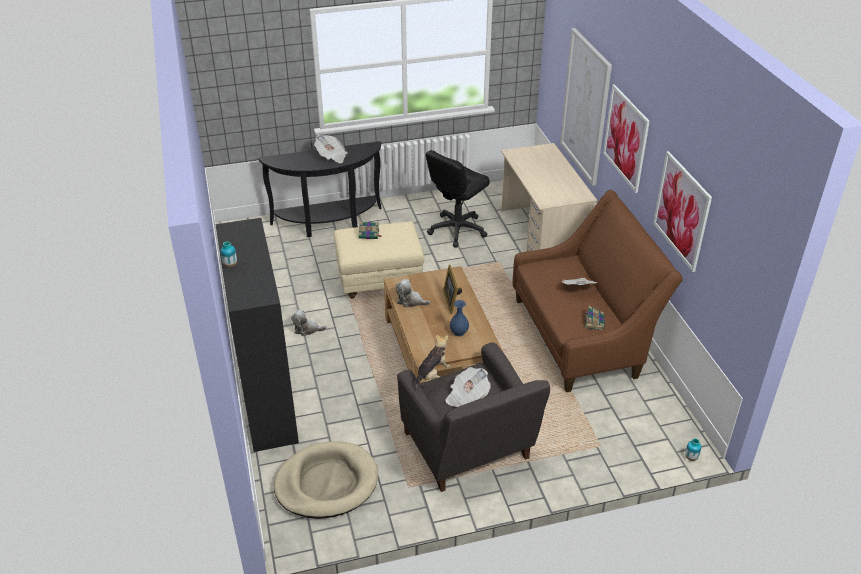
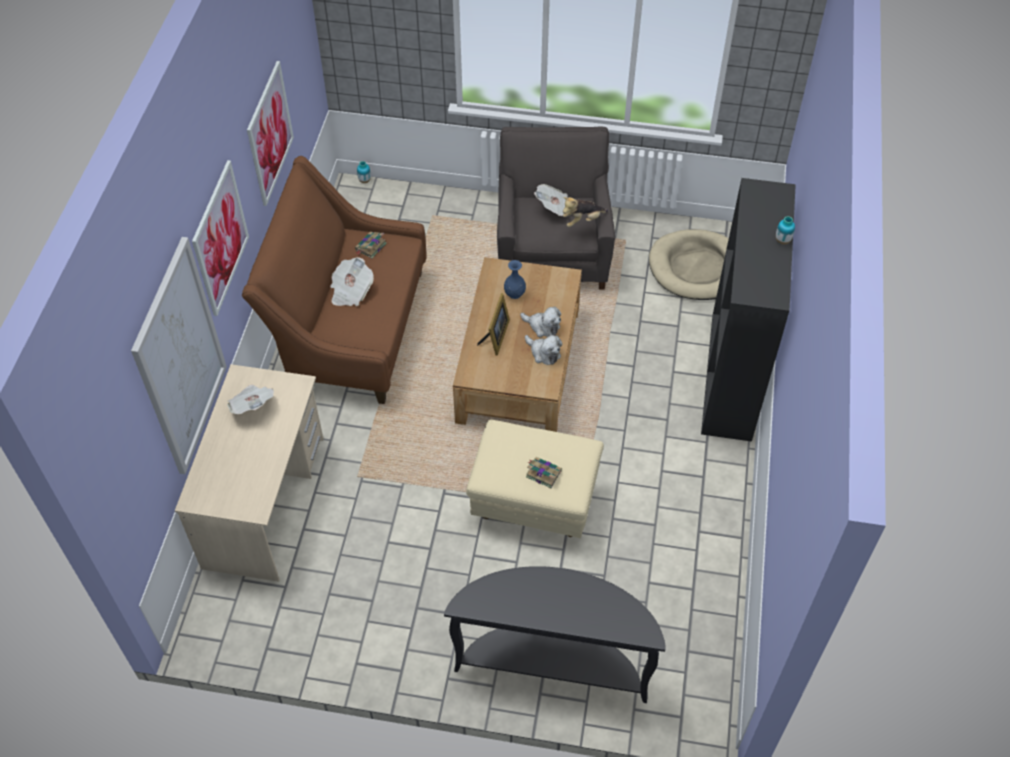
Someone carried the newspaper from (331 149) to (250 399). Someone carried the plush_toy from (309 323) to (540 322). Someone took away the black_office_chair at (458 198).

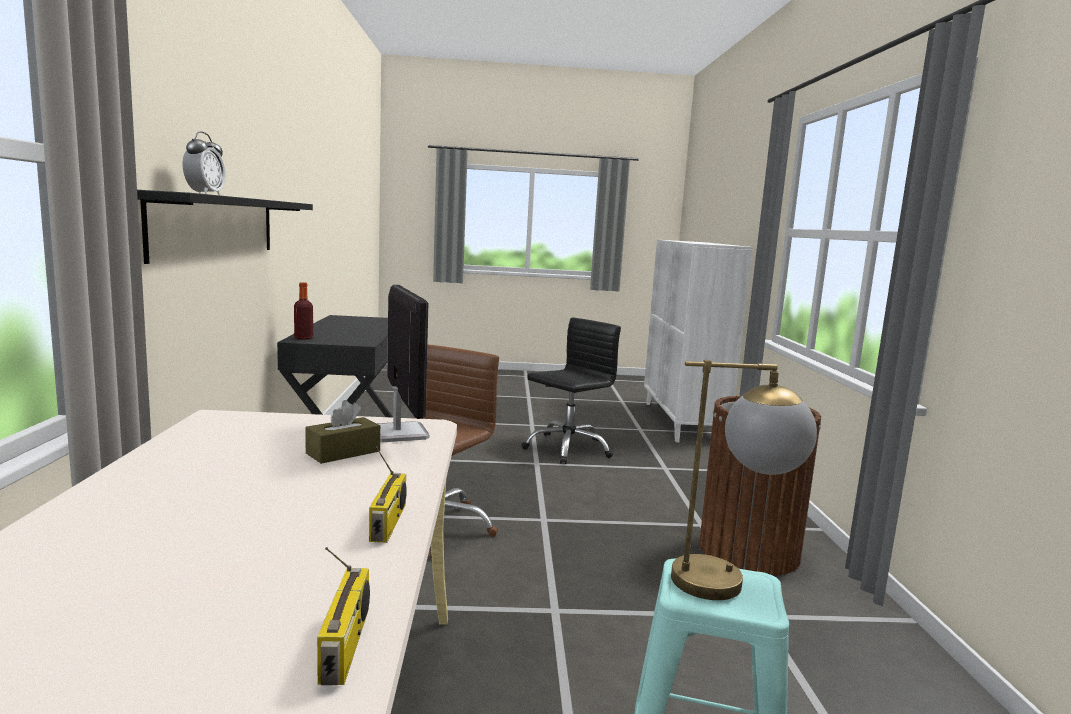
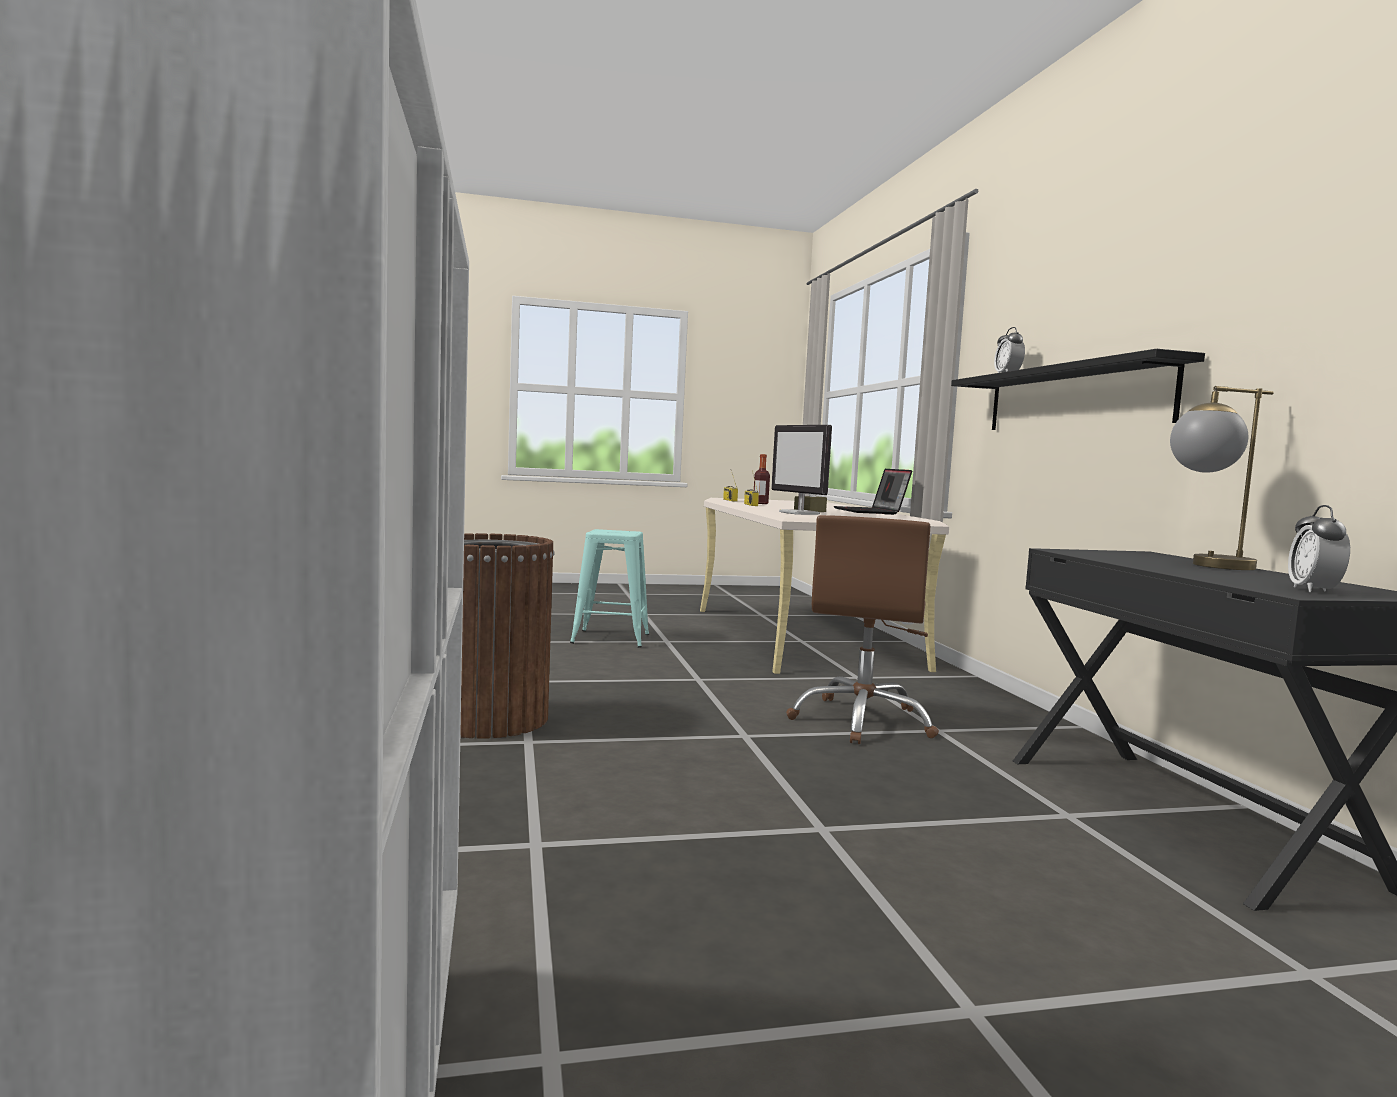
Someone carried the bottle from (303 311) to (762 479). Someone put down the laptop at (873 492). Someone carried the table_lamp from (744 480) to (1222 478). Someone put down the alarm_clock at (1319 548). Someone took away the black_office_chair at (571 390).

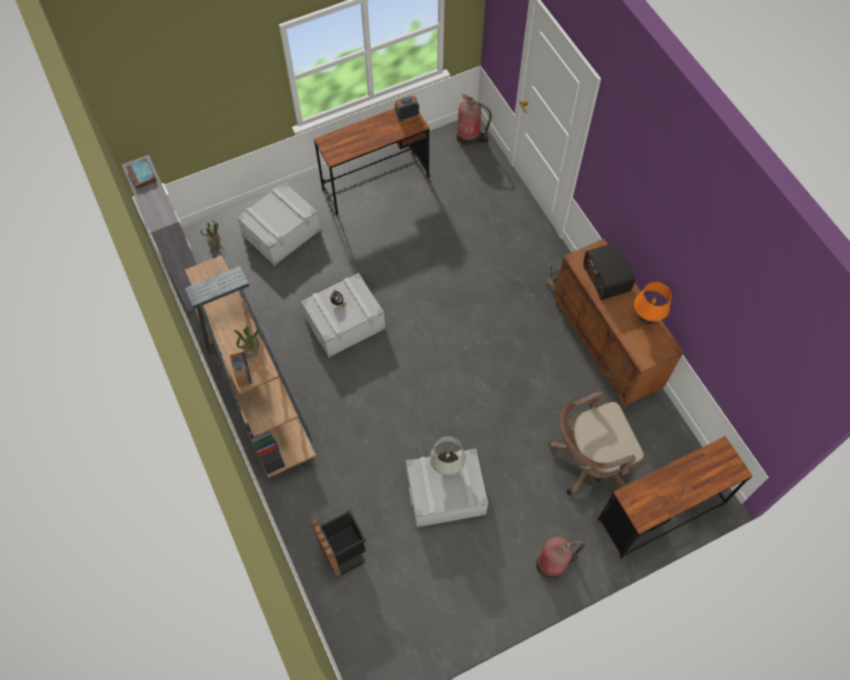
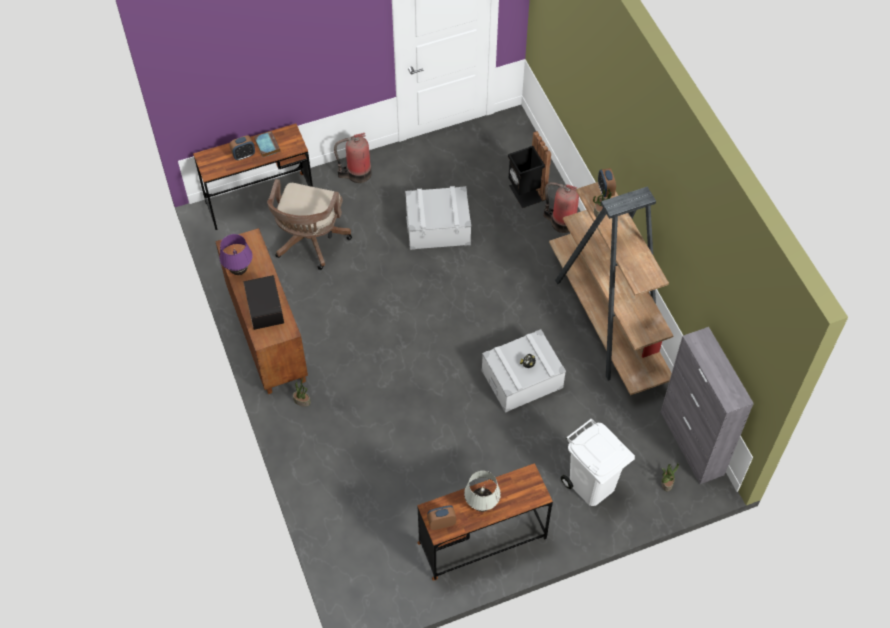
Someone repainted the orange_table_lamp at (653 303), which became the purple_table_lamp at (236 254). Someone put down the alarm_clock at (242 147). Someone carried the book from (141 174) to (267 144). Someone rotated the brown_office_chair at (596 443) by 120 degrees clockwise. Someone carried the white_table_lamp from (448 455) to (482 491). Someone carried the fire_extinguisher from (474 120) to (561 207). Someone swapped the grey_storage_box at (279 224) for the white_trash_can at (598 462).

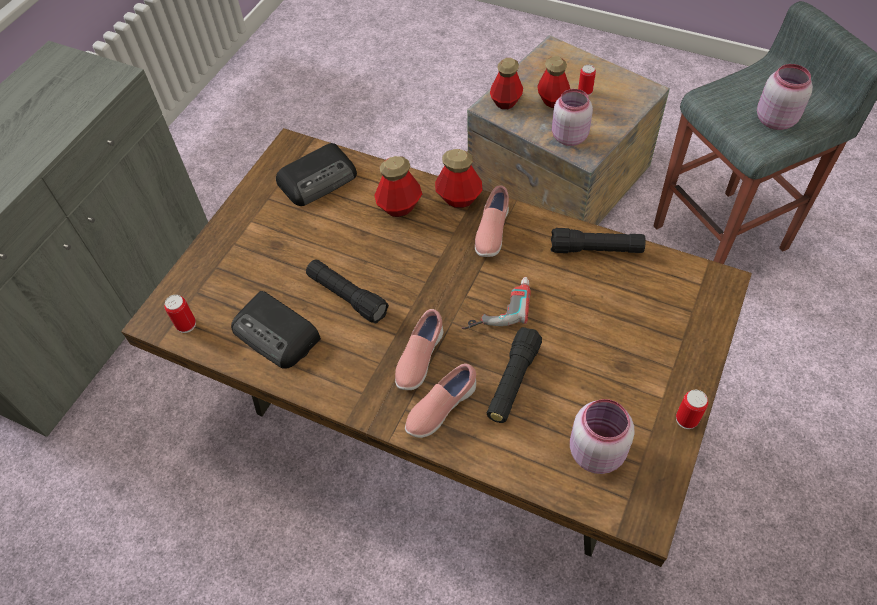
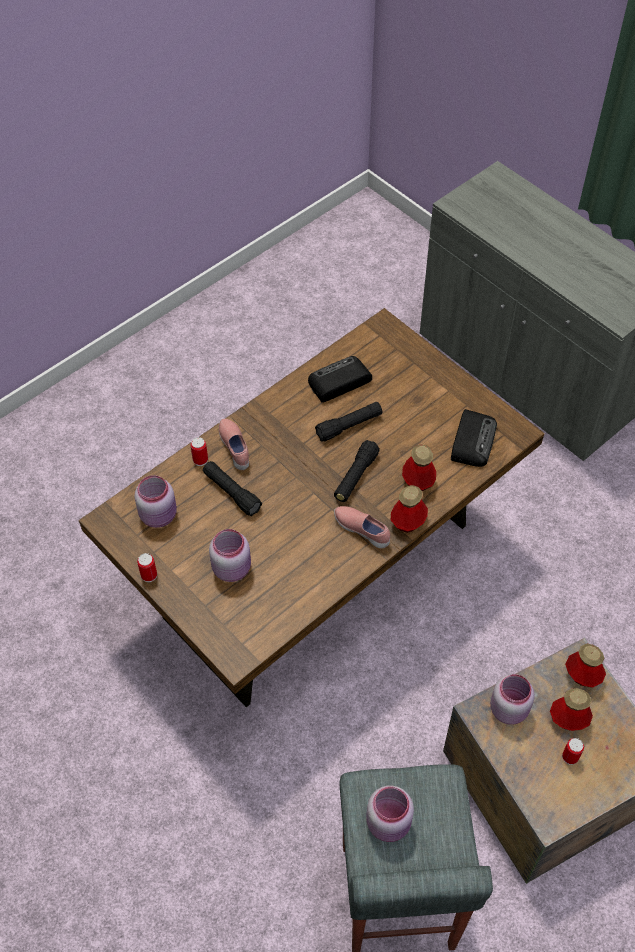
Someone carried the can from (180 314) to (199 451). Someone put down the pink_jar at (230 555). Someone carried the black_flashlight from (598 240) to (357 471). Someone rotated the radio at (316 174) by 150 degrees counterclockwise. Someone took away the pink_shoe at (419 349). Someone took away the power_drill at (496 303).

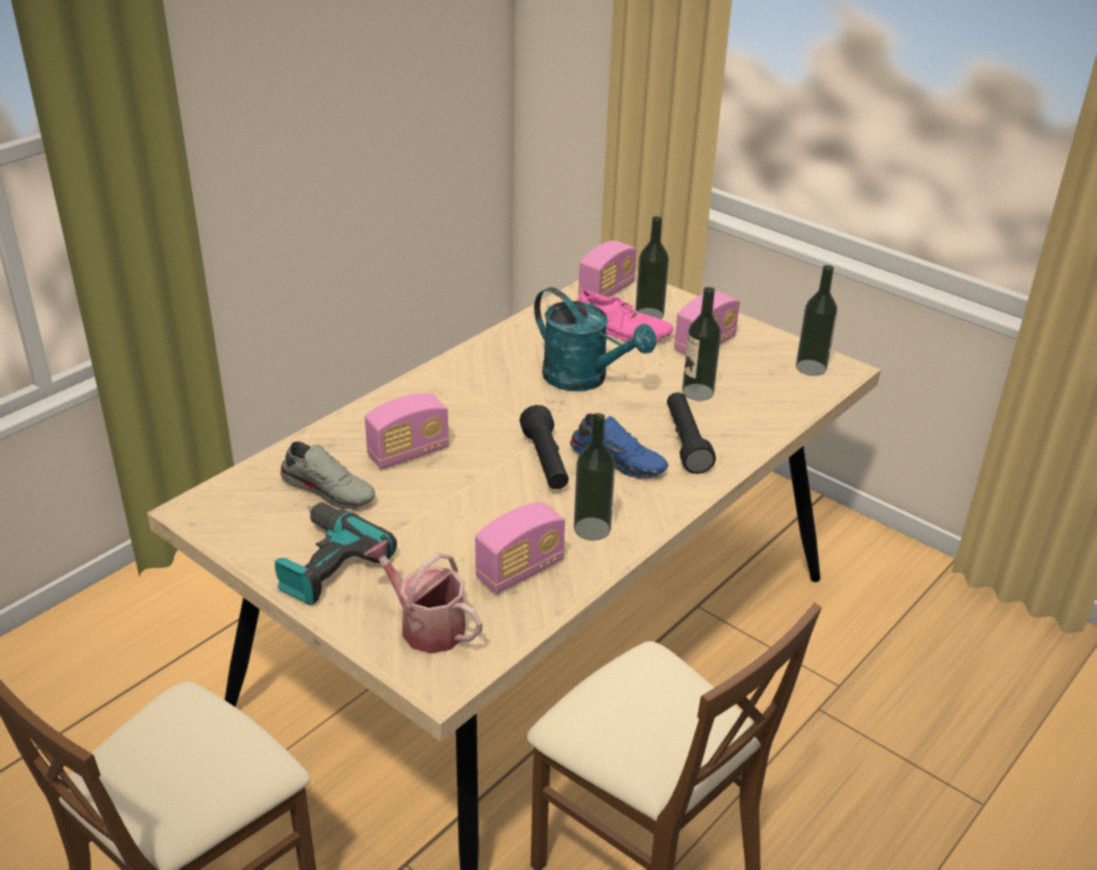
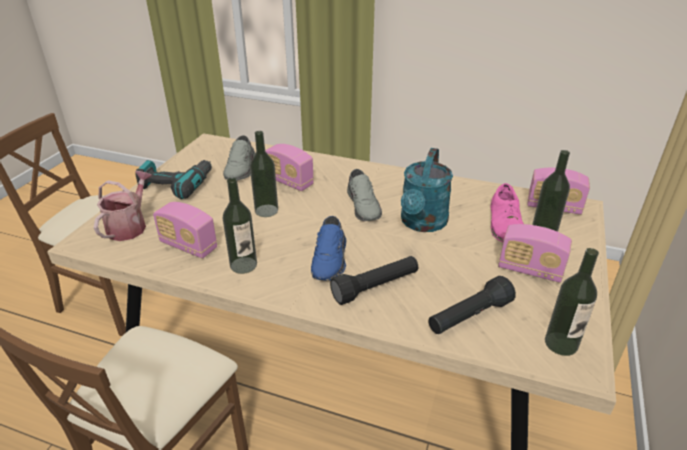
Someone carried the bottle from (701 344) to (264 174). Someone put down the grey_shoe at (364 195). Someone carried the black_flashlight from (544 447) to (472 305).

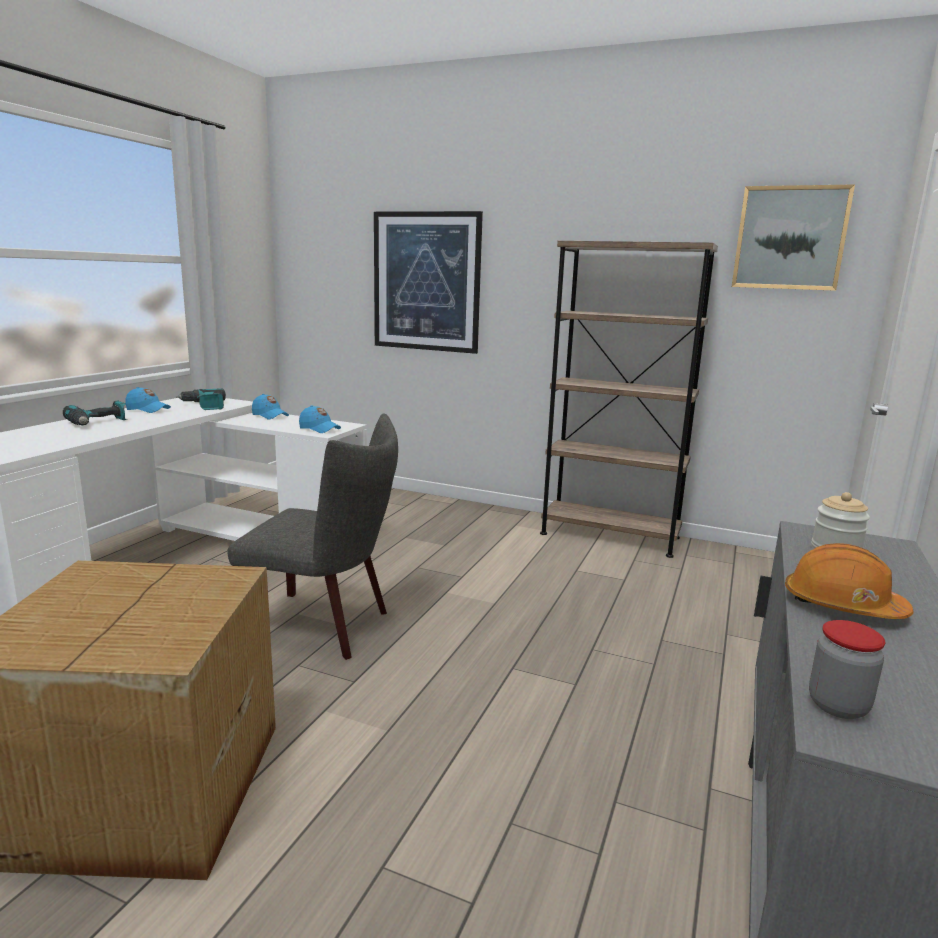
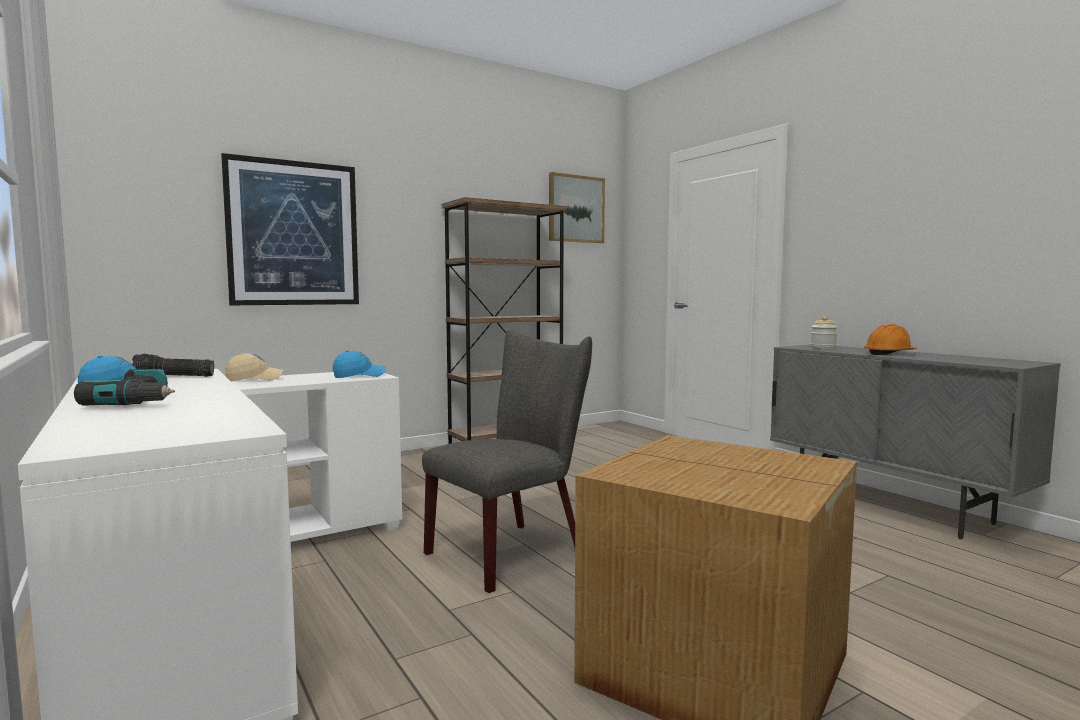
Someone swapped the power_drill at (201 399) for the flashlight at (173 365). Someone repainted the blue_cap at (270 407), which became the beige_cap at (255 367). Someone took away the jar at (847 669).

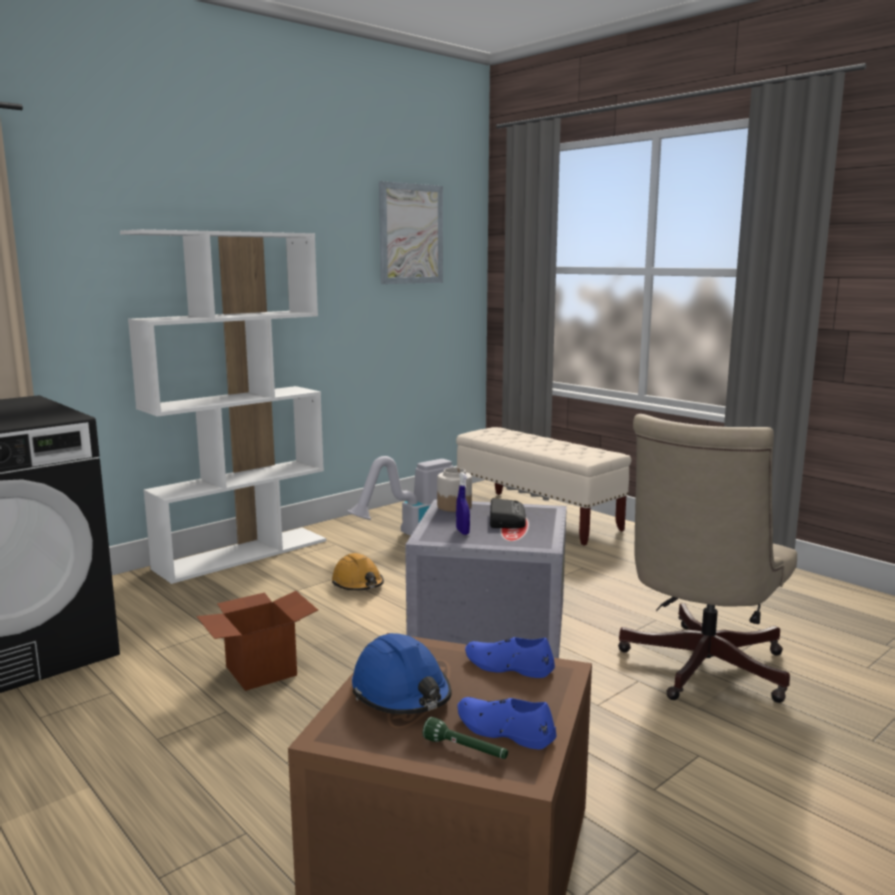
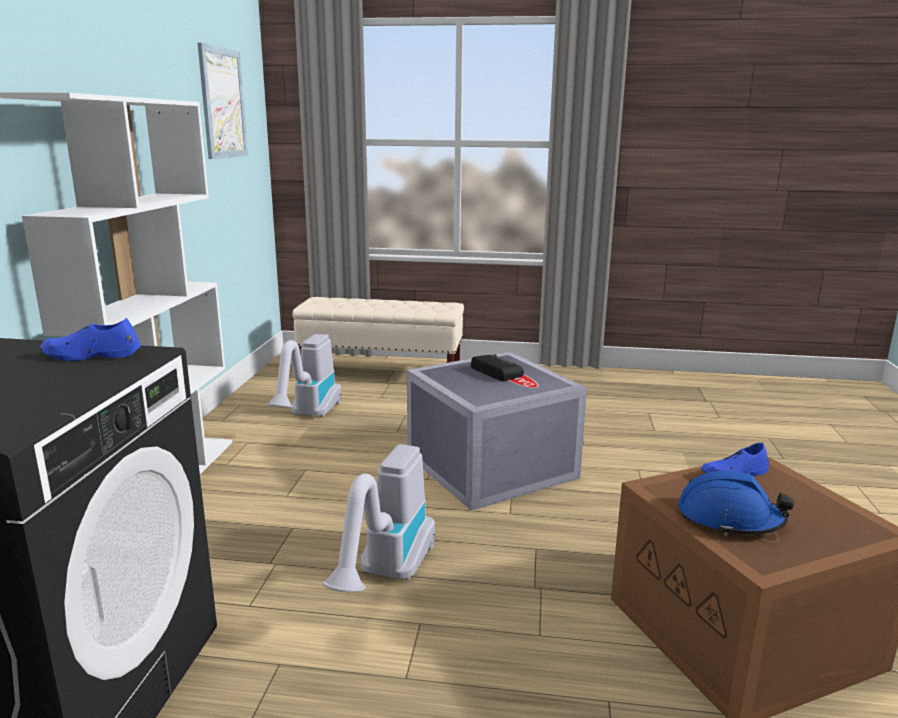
Someone carried the blue_shoe from (507 723) to (90 339). Someone swapped the cardboard_box at (257 641) for the vacuum_cleaner at (378 518). Someone took away the orange_hard_hat at (358 572). Someone took away the green_flashlight at (465 738). Someone took away the jar at (454 490). Someone took away the blue_spray_bottle at (463 503). Someone took away the beige_office_chair at (707 558).

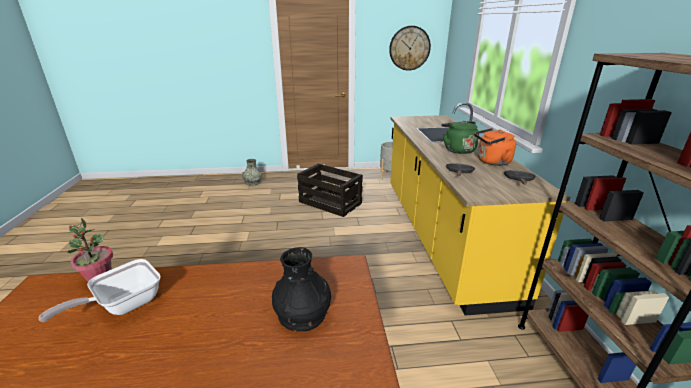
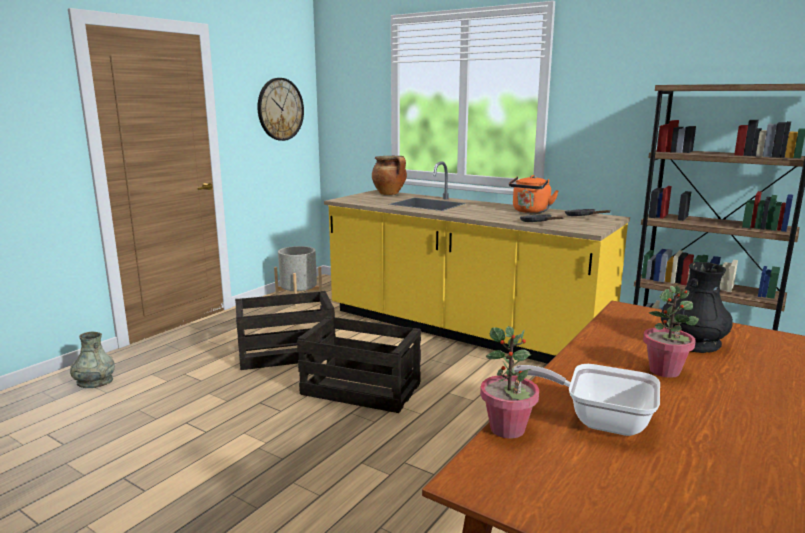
Someone put down the crate at (359 364). Someone put down the cooking_pot at (389 175). Someone rotated the frying_pan at (100 290) by 120 degrees clockwise. Someone put down the potted_plant at (671 332). Someone took away the green_kettle at (460 137).

